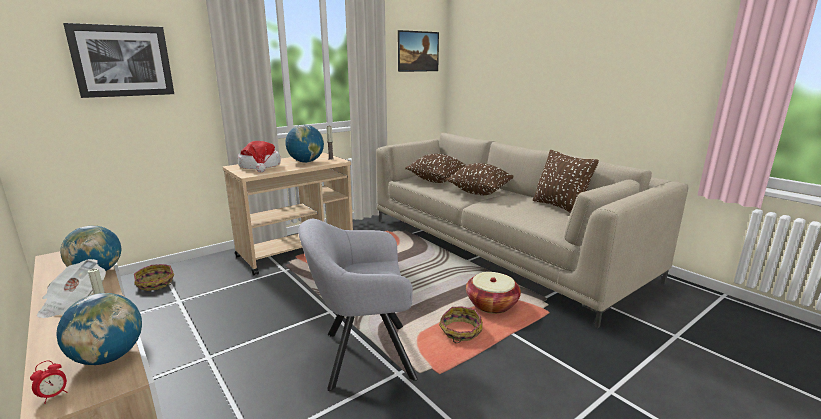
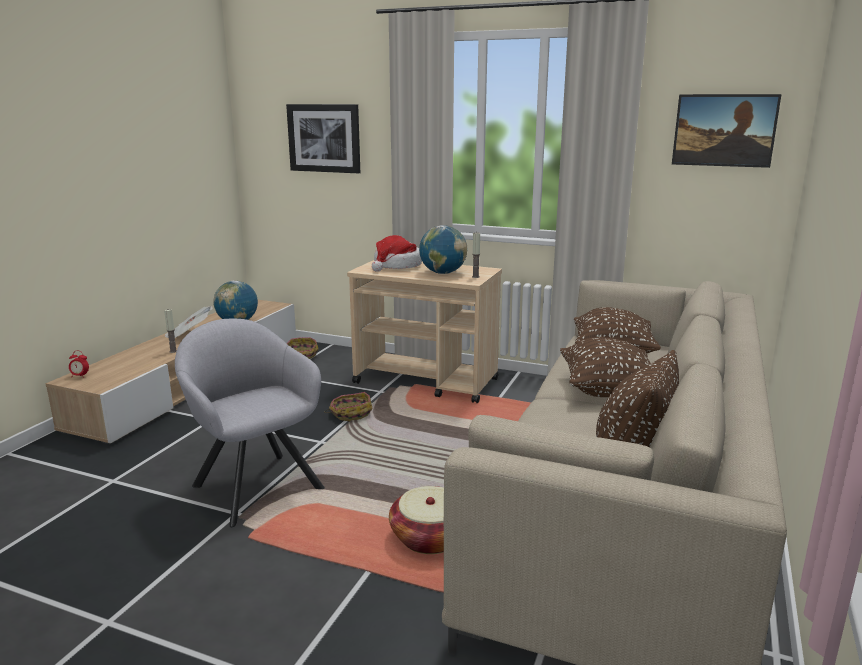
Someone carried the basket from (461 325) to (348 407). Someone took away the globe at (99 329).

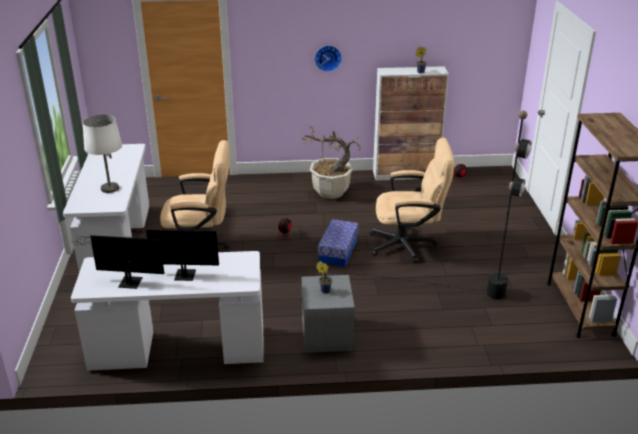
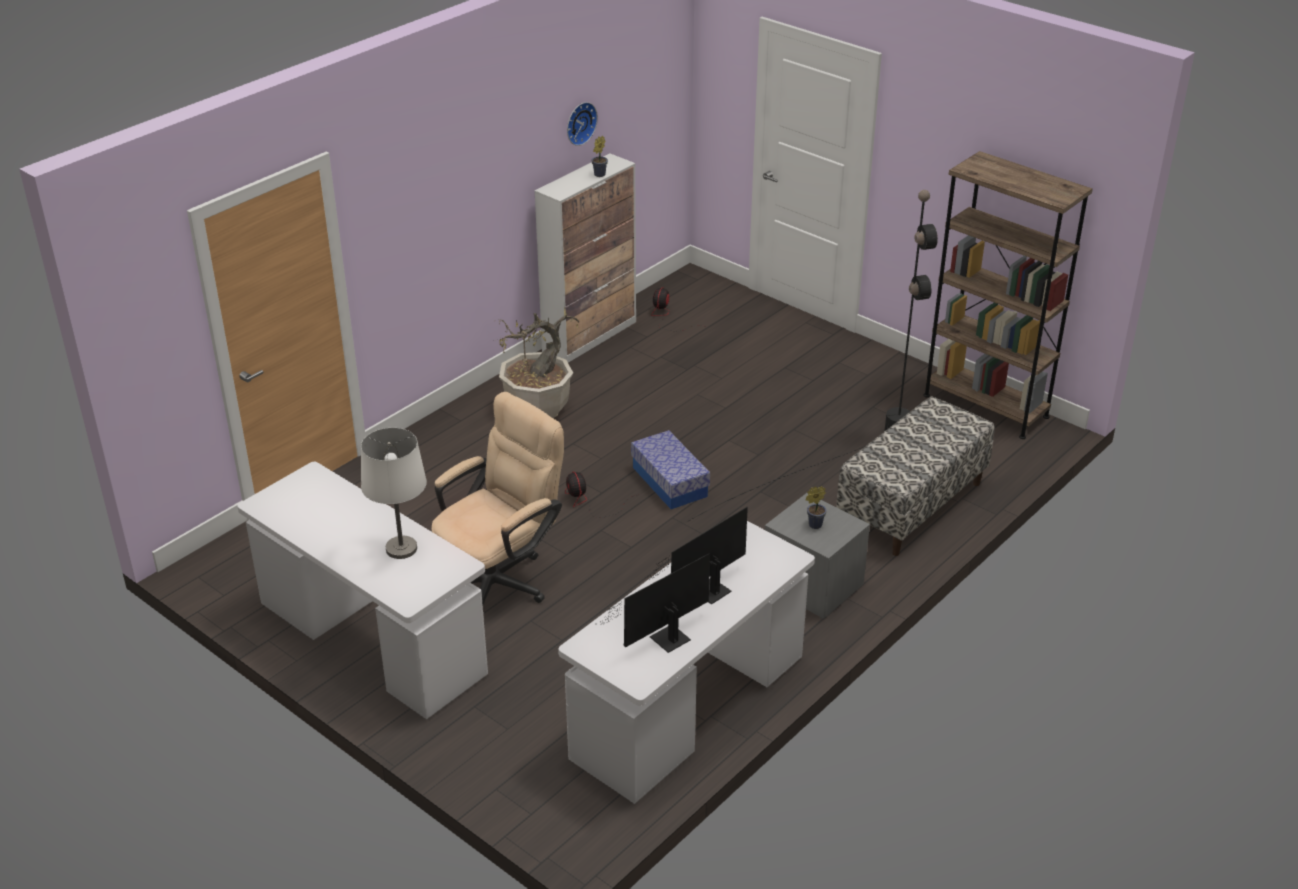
Someone carried the wall_clock from (328 58) to (582 124). Someone put down the bench at (915 476). Someone took away the beige_office_chair at (412 200).

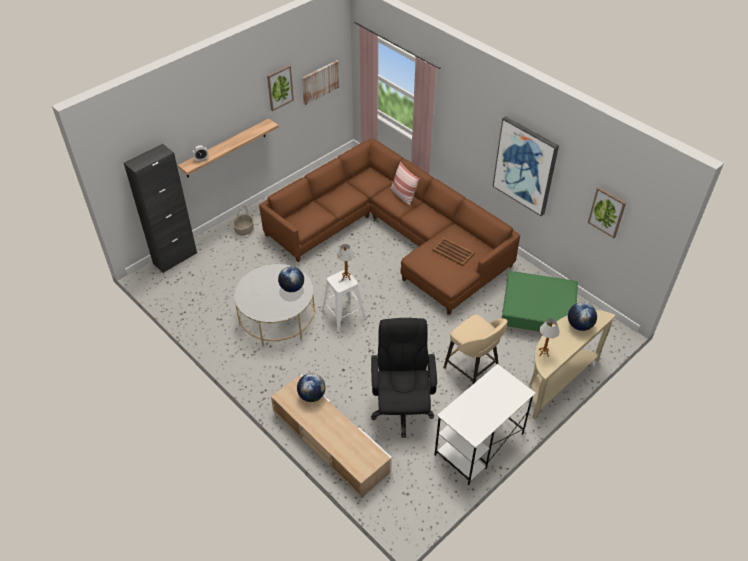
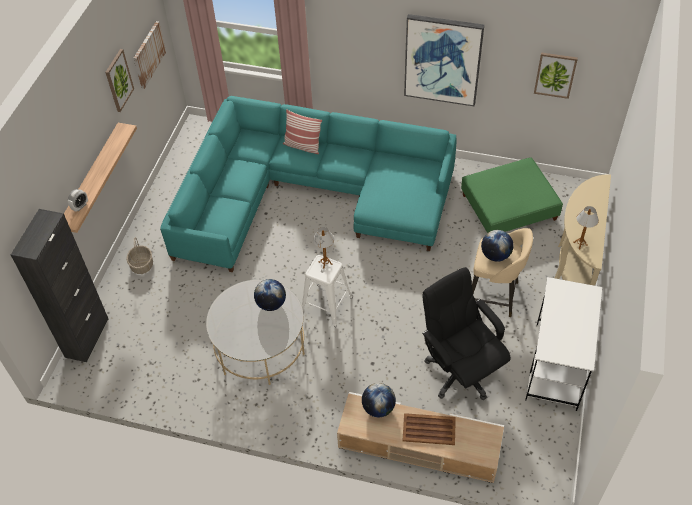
Someone repainted the brown_sofa at (389 227), which became the turquoise_sofa at (308 184). Someone carried the brown_tray from (453 251) to (429 429). Someone carried the globe from (582 316) to (497 246).

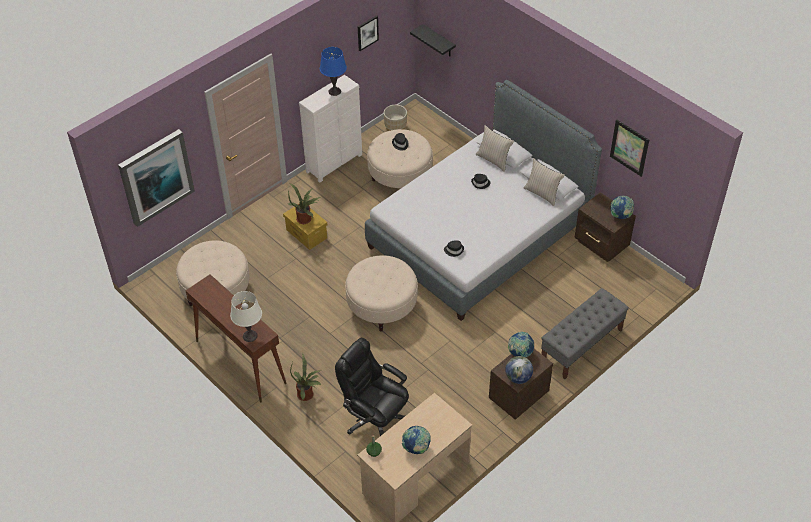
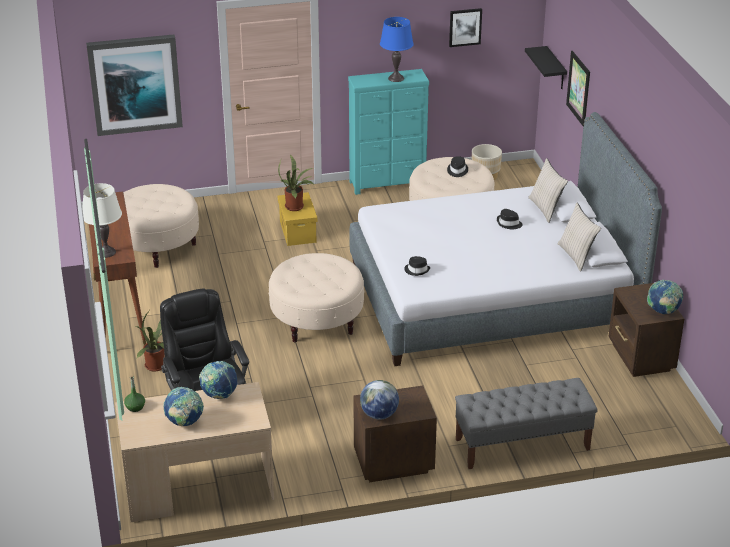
Someone carried the globe from (521 345) to (218 380). Someone repainted the white_dresser at (330 129), which became the turquoise_dresser at (388 132). Someone carried the picture from (629 148) to (578 89).

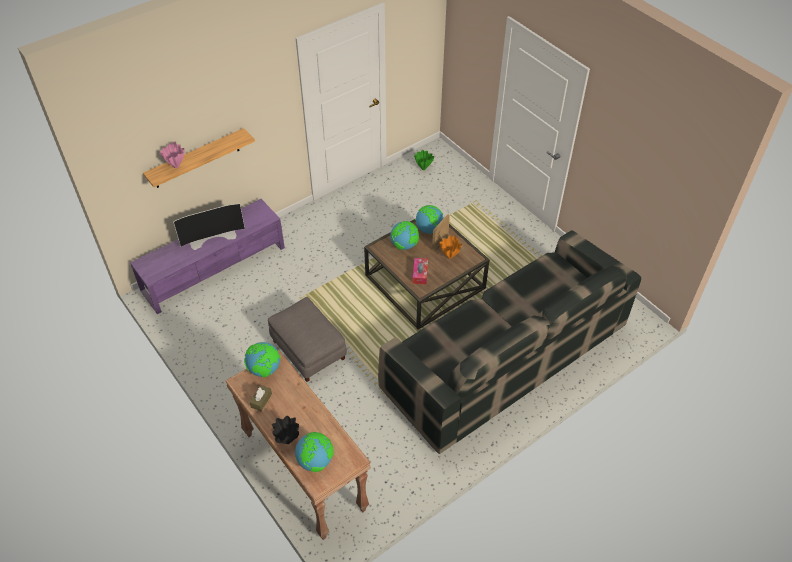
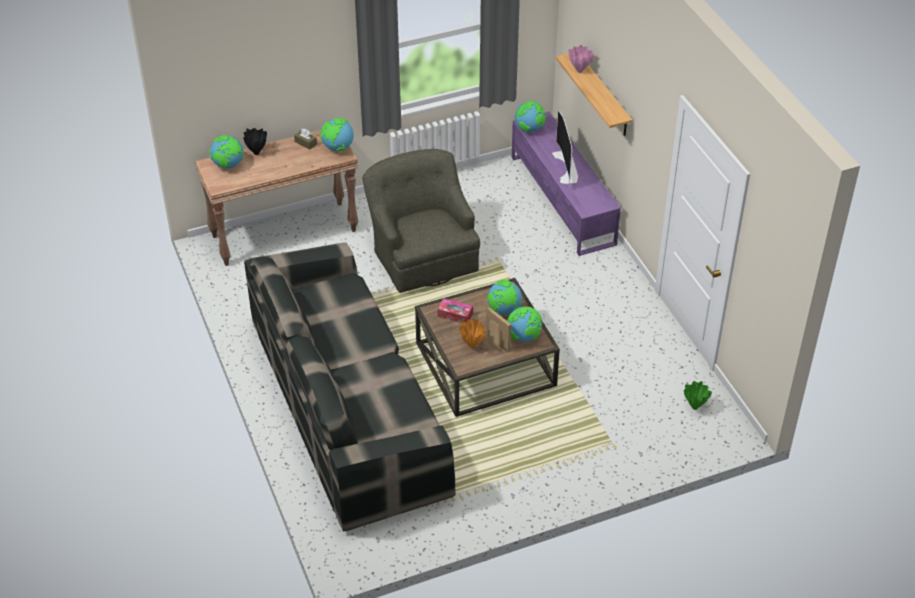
Someone swapped the grey_ottoman at (307 339) for the green_armchair at (421 221). Someone put down the globe at (530 116).

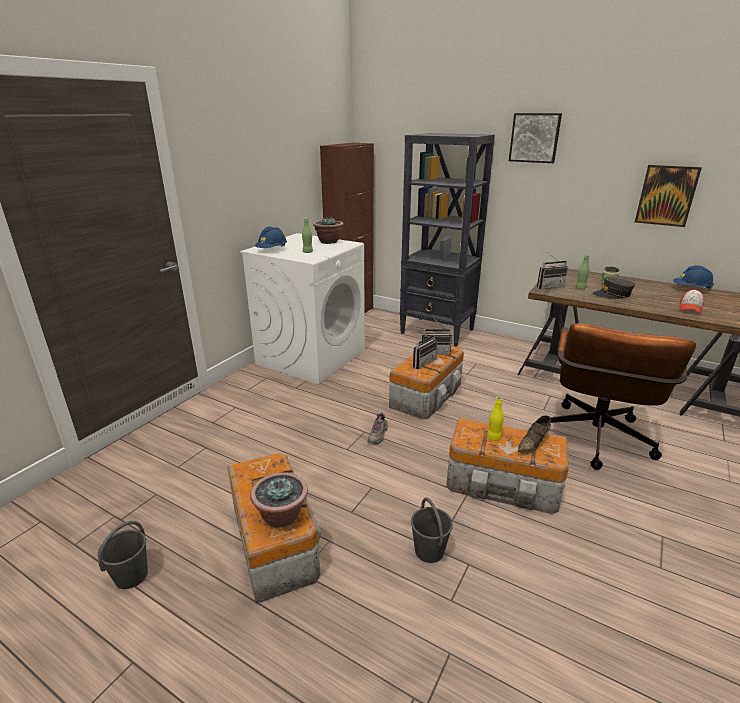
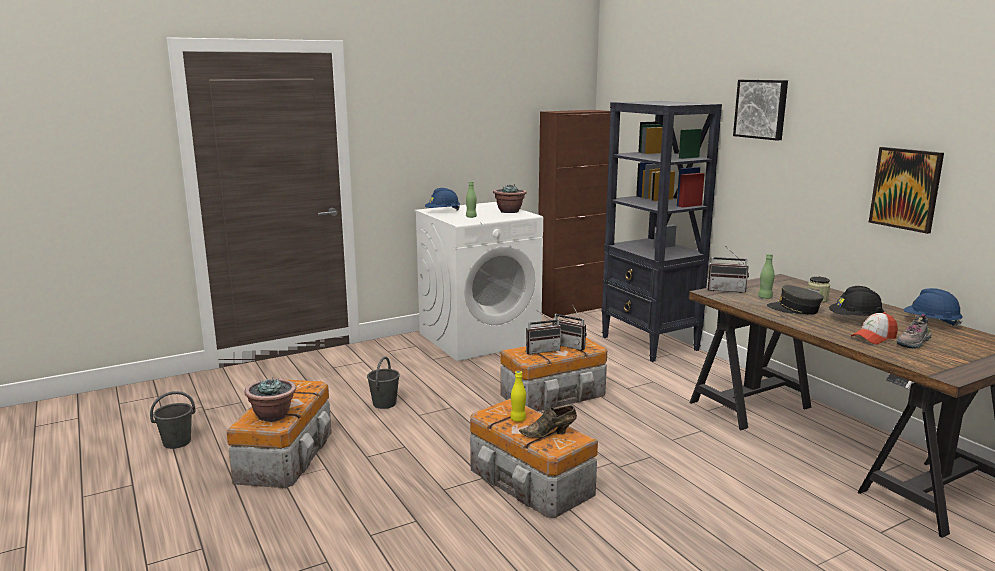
Someone carried the grey_bucket from (432 530) to (383 382). Someone put down the black_hard_hat at (856 301). Someone carried the shoe from (377 428) to (914 331). Someone took away the brown_office_chair at (623 396).

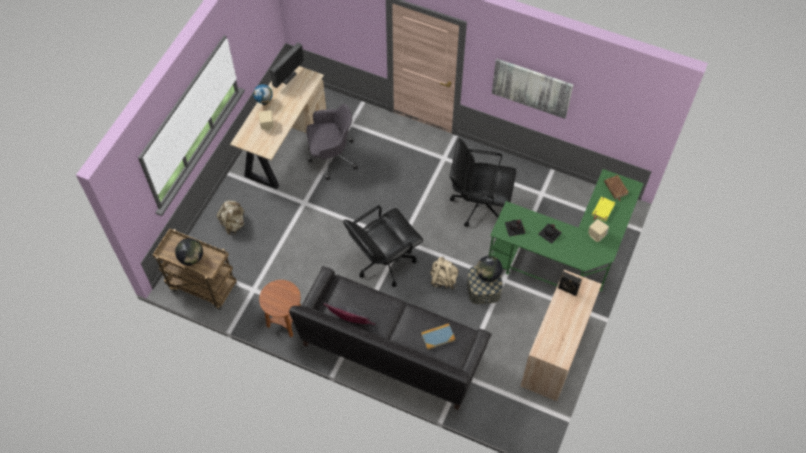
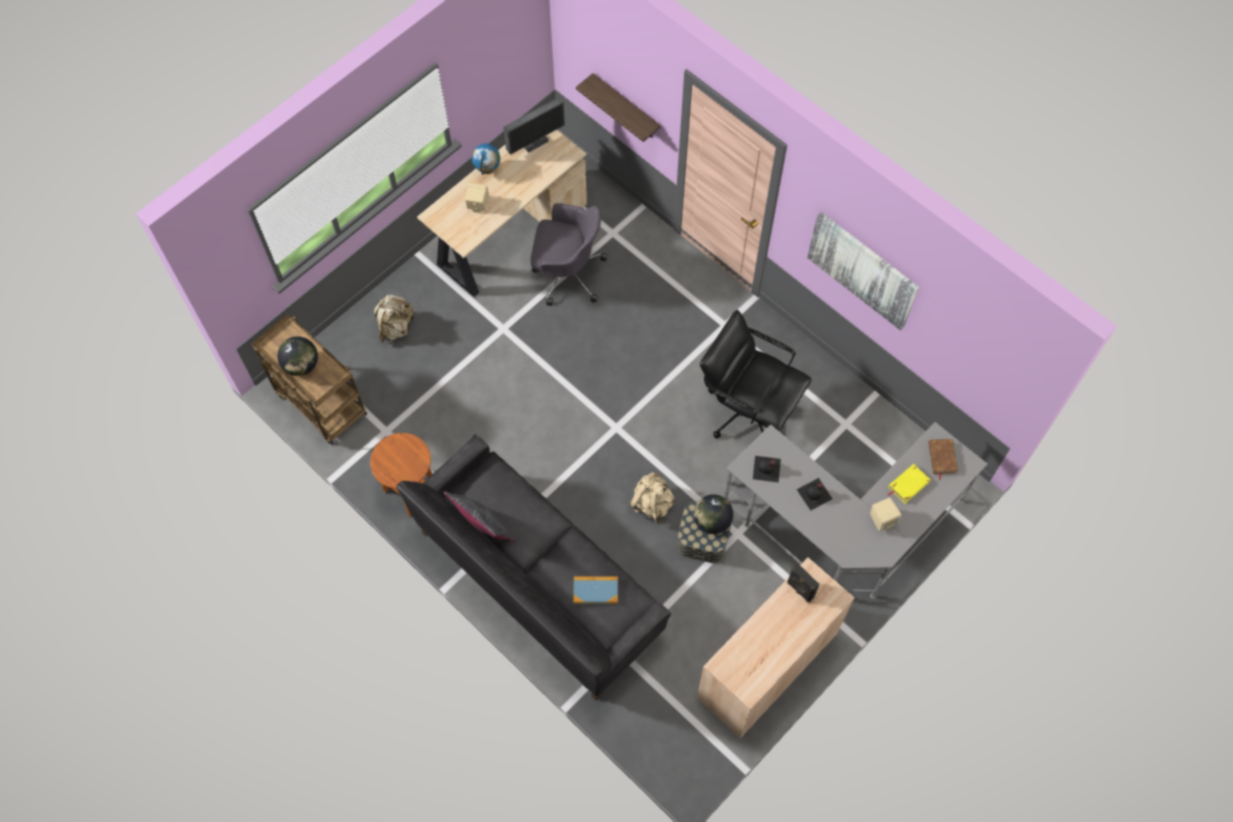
Someone put up the shelf at (618 107). Someone repainted the green_desk at (566 230), which became the grey_desk at (855 510). Someone took away the black_office_chair at (383 246).

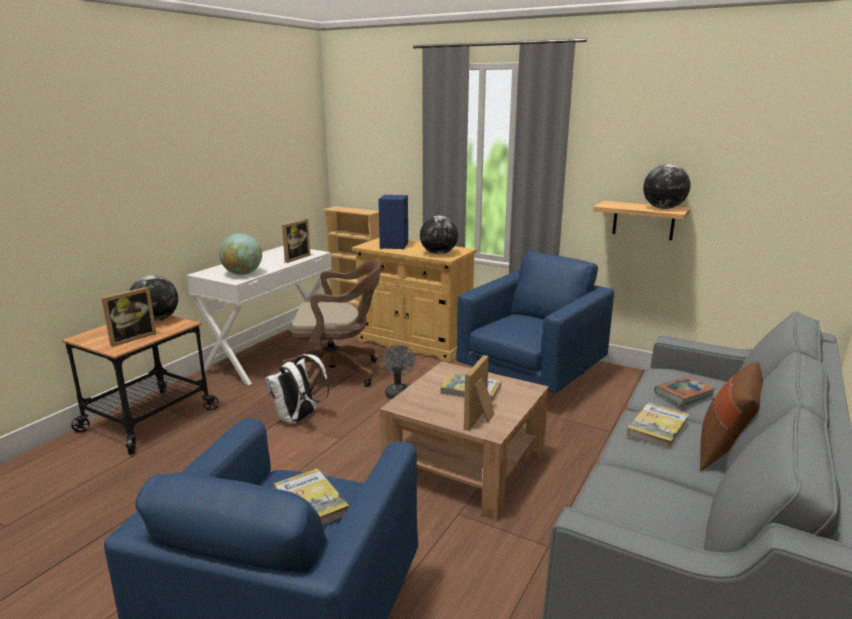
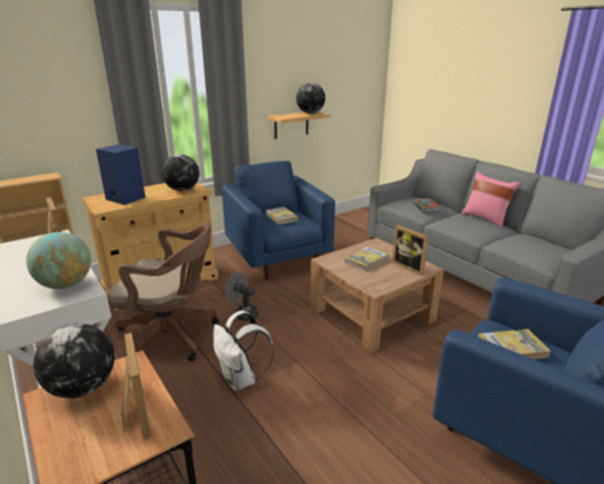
Someone rotated the brown_office_chair at (331 325) by 75 degrees clockwise. Someone carried the book from (658 426) to (282 216). Someone repainted the brown_pillow at (731 416), which became the pink_pillow at (491 200).

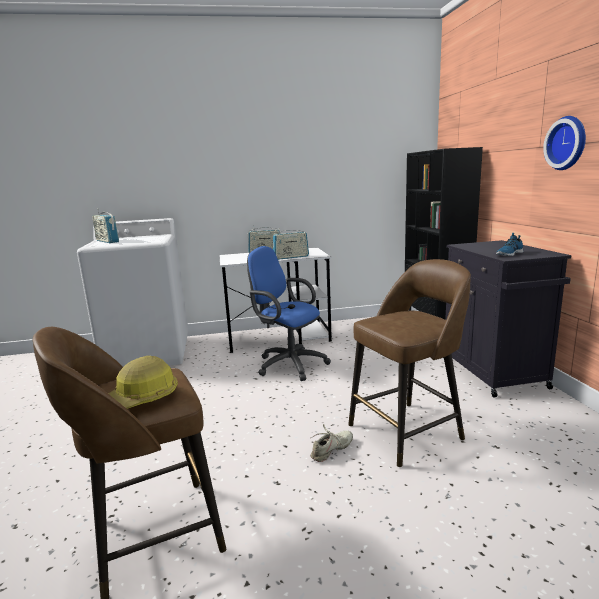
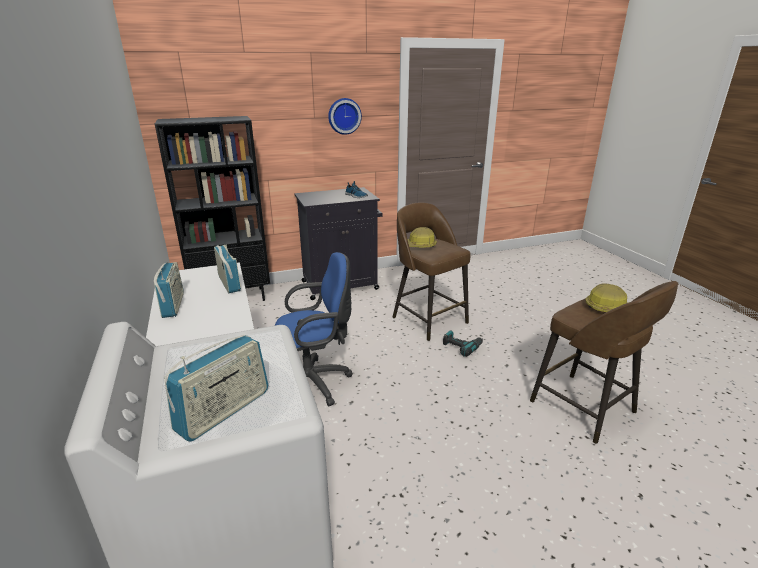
Someone rotated the blue_office_chair at (289 313) by 135 degrees counterclockwise. Someone put down the hard_hat at (422 237). Someone swapped the beige_shoe at (332 443) for the power_drill at (463 343).

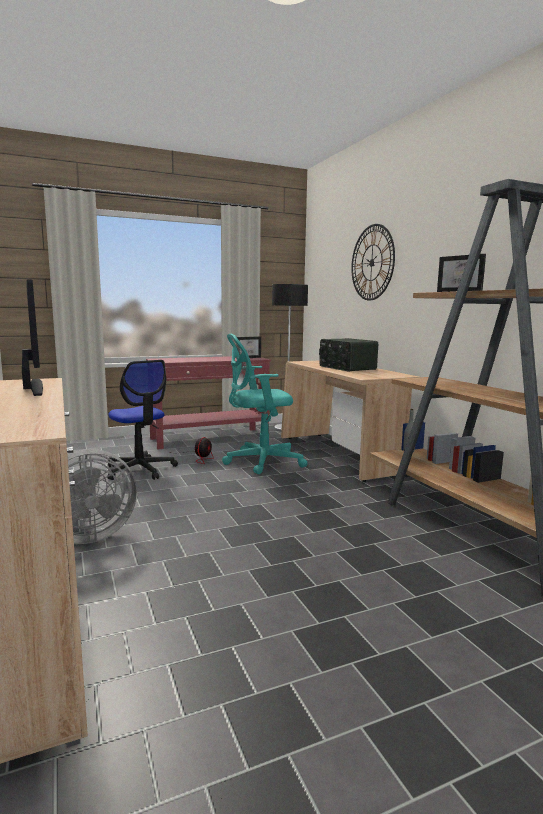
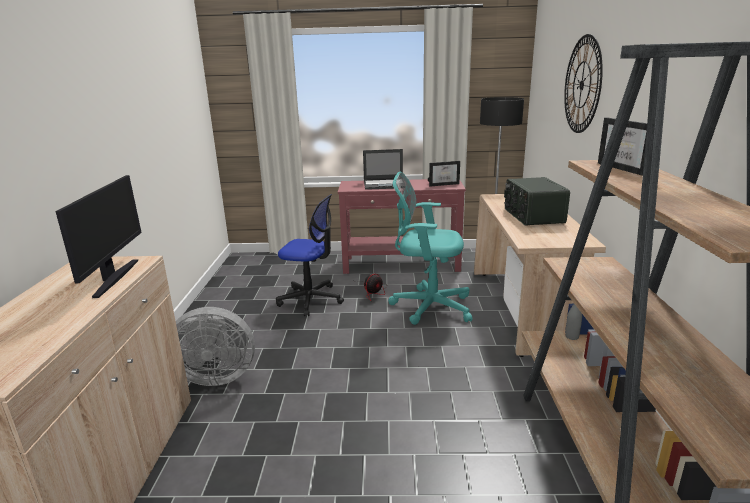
Someone rotated the office_chair at (142 420) by 60 degrees counterclockwise. Someone put down the laptop at (383 169).

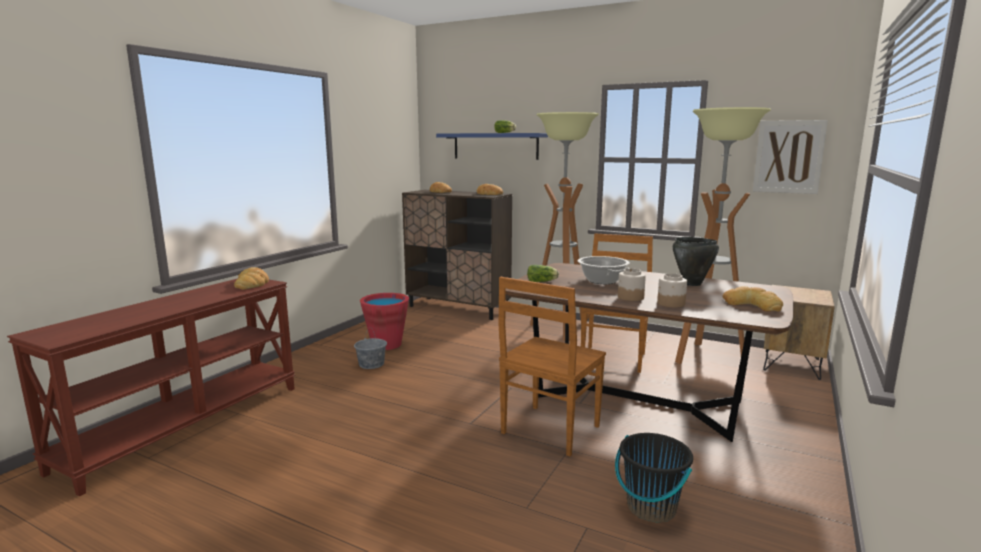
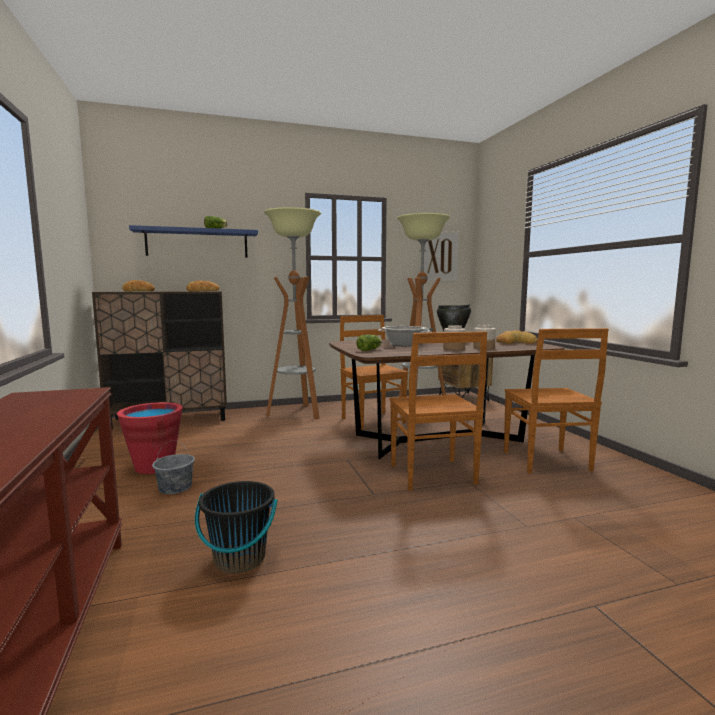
Someone carried the black_bucket from (654 477) to (236 527). Someone put down the brown_chair at (556 401). Someone took away the bread at (251 278).

